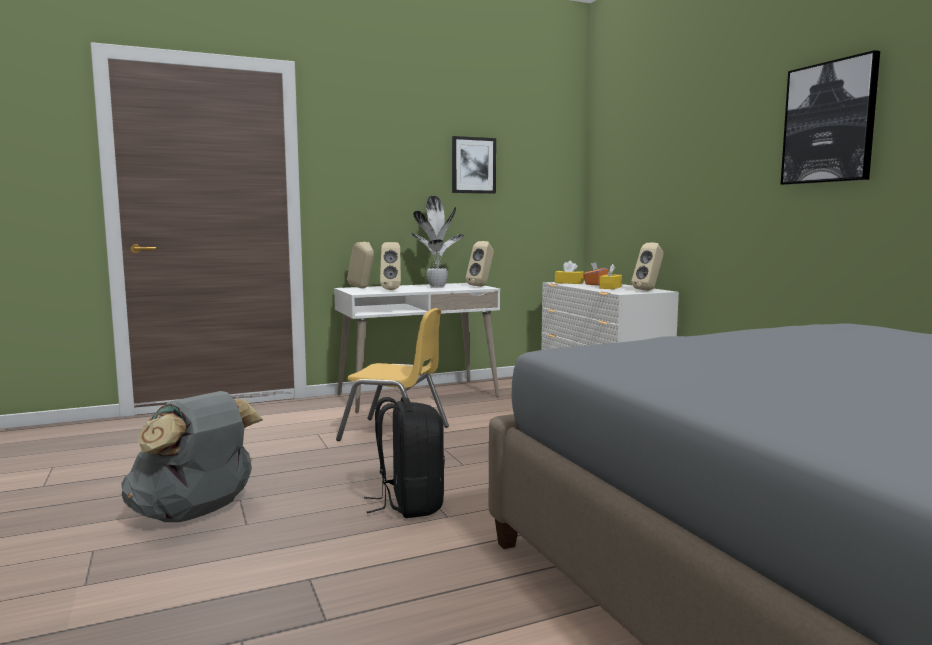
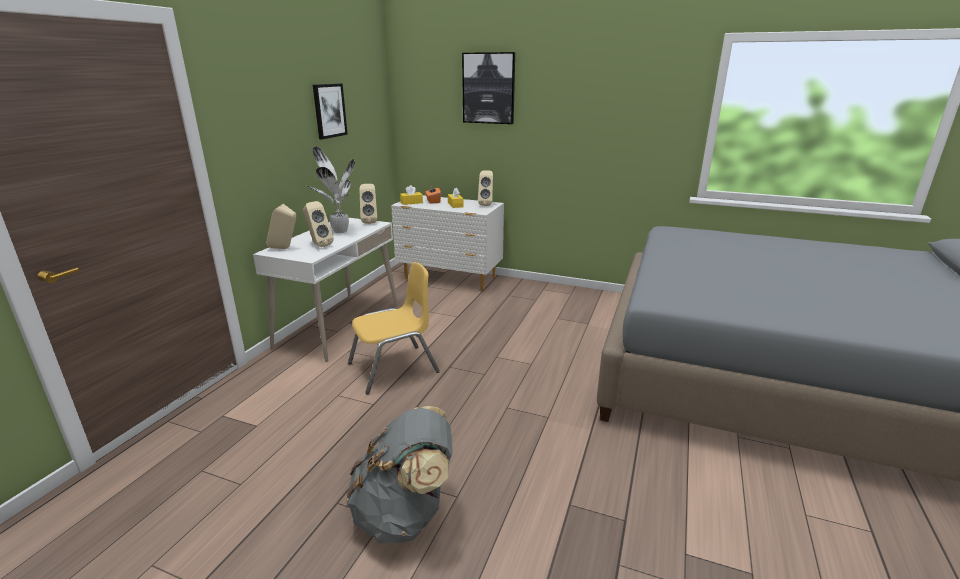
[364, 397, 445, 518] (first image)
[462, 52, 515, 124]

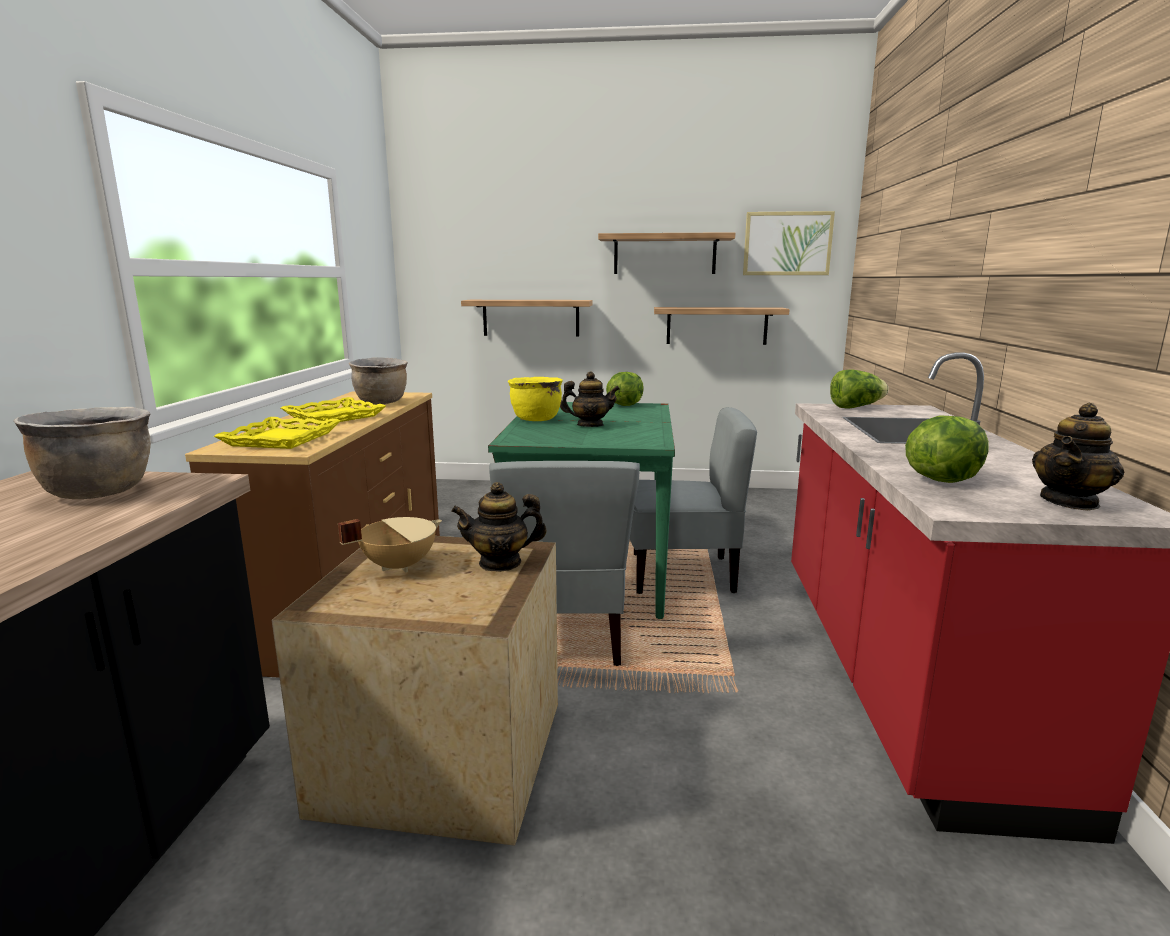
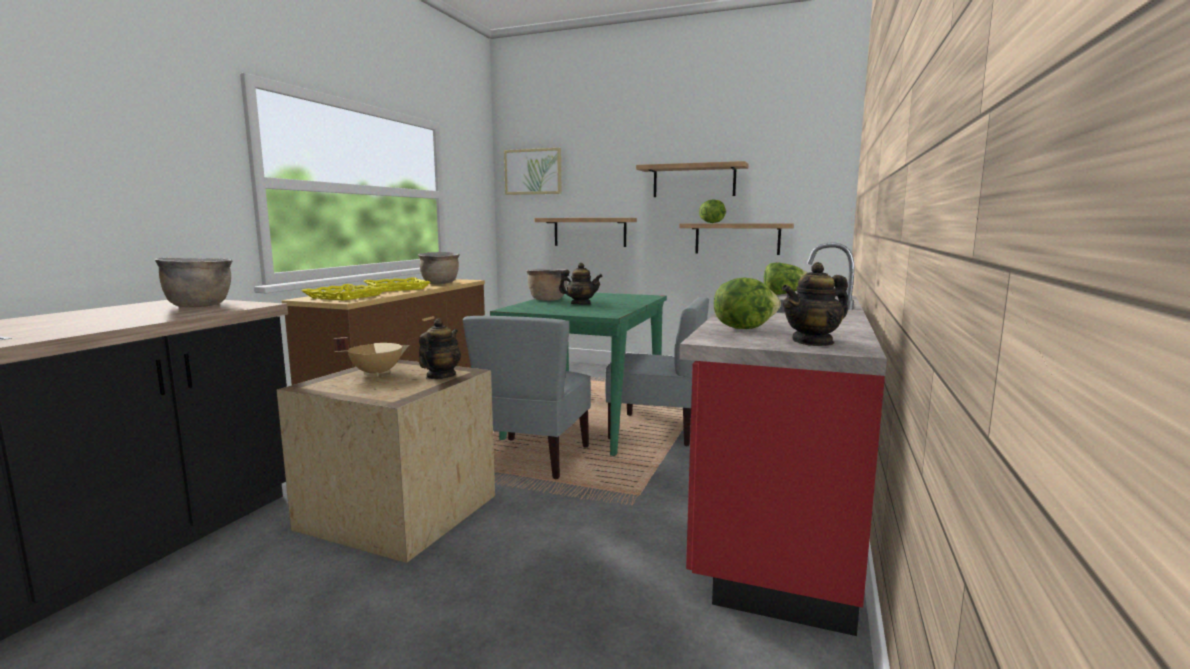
[699, 199, 726, 223]
[504, 148, 562, 195]
[526, 269, 567, 301]
[419, 318, 461, 379]

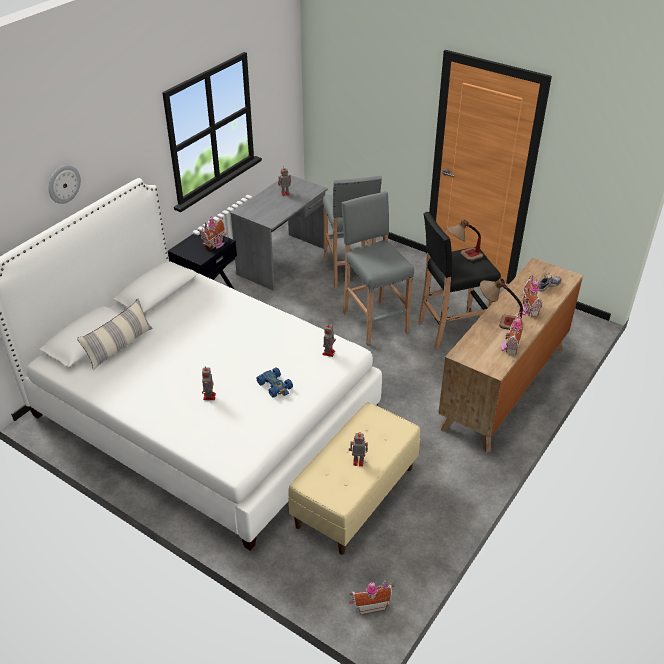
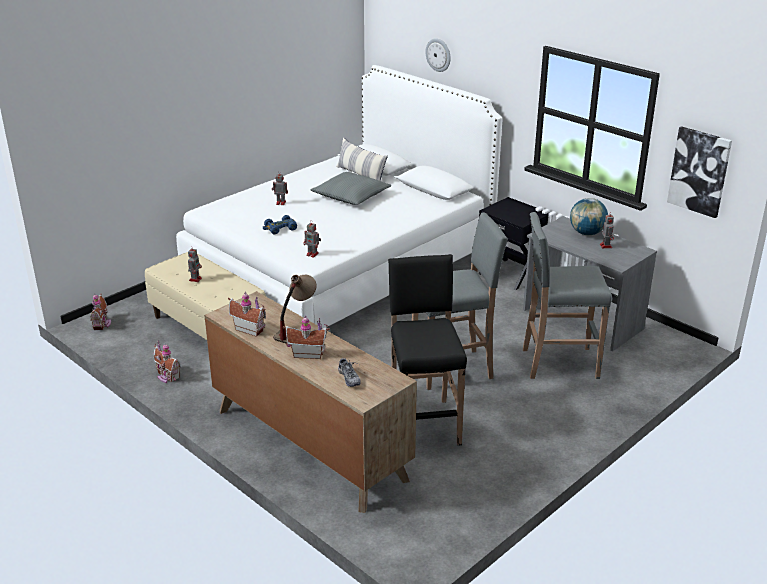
[447, 219, 483, 261] (first image)
[310, 172, 391, 205]
[570, 198, 608, 235]
[667, 126, 732, 218]
[154, 340, 181, 383]

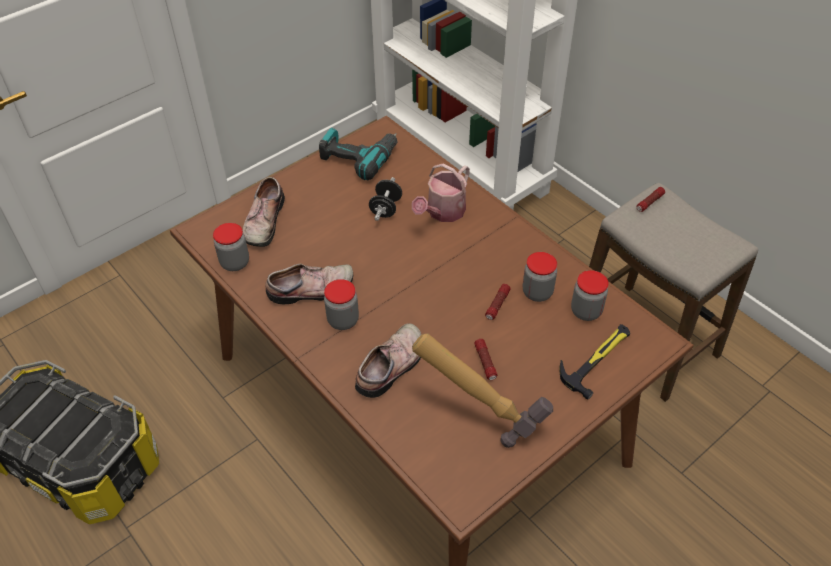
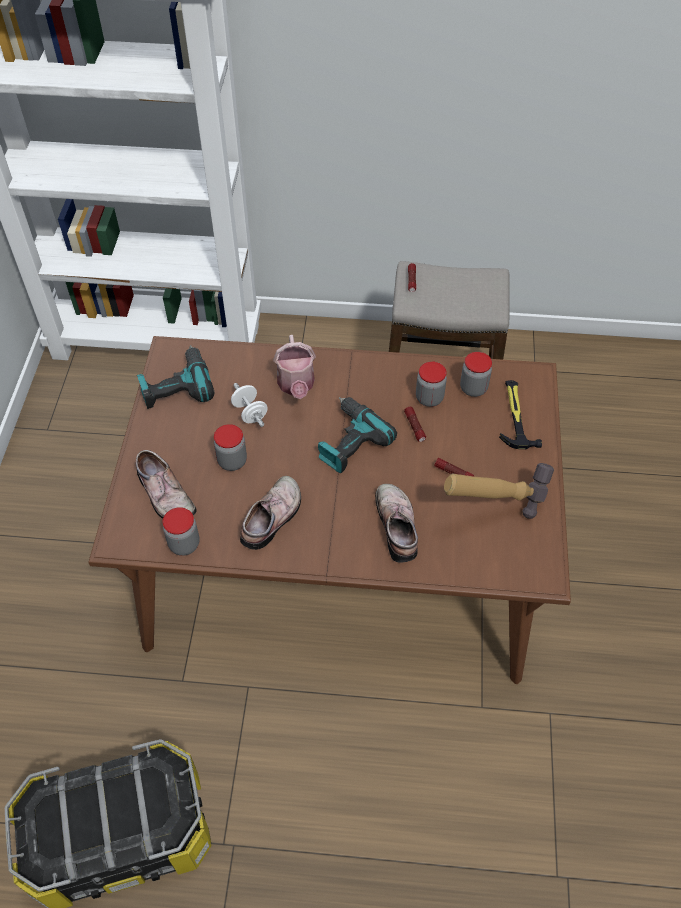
[318, 397, 397, 473]
[214, 424, 247, 471]
[231, 383, 268, 427]

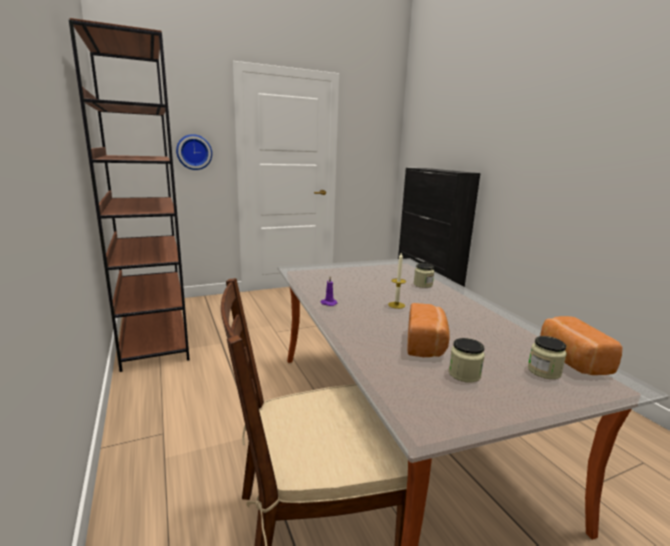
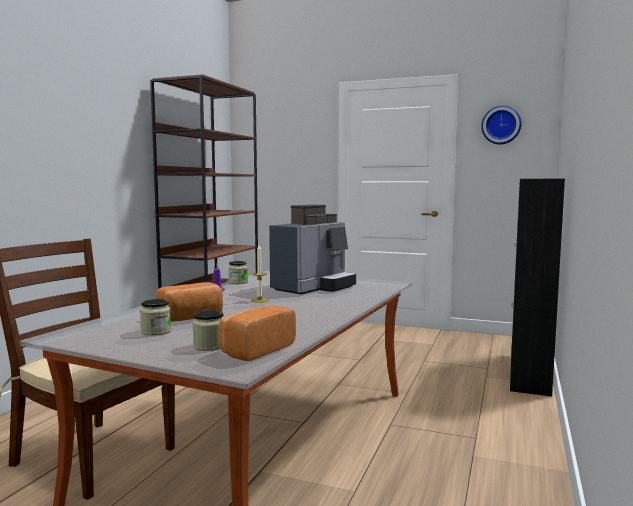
[269, 204, 356, 295]
[481, 106, 521, 144]
[228, 261, 248, 284]

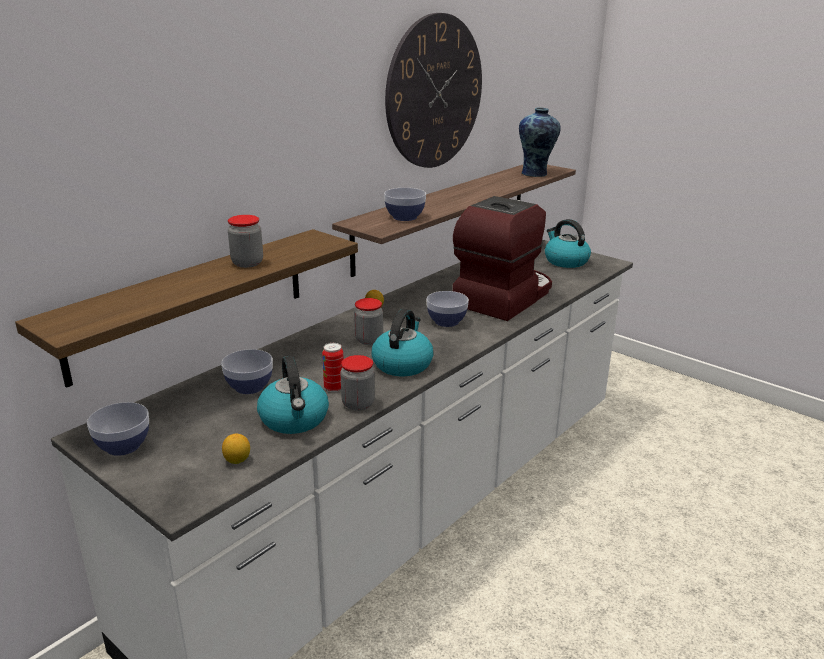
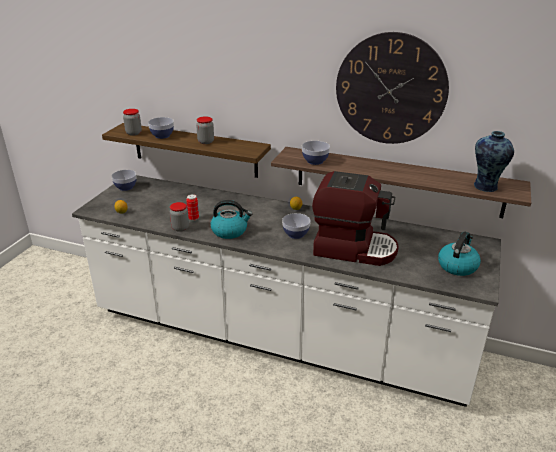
[257, 356, 329, 434] (first image)
[148, 117, 174, 139]
[123, 109, 142, 136]

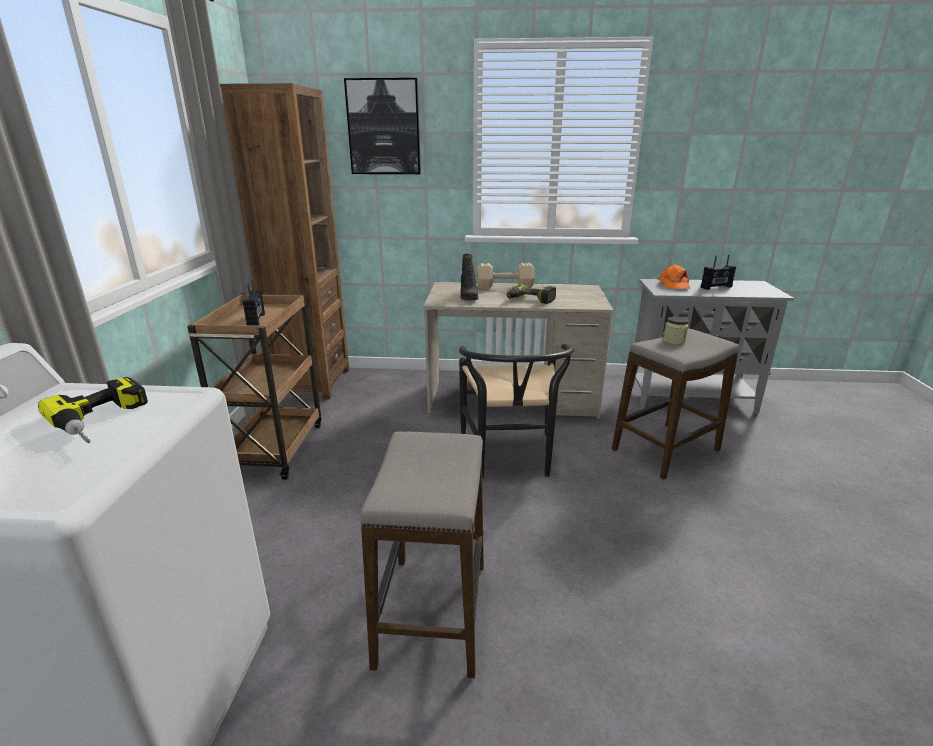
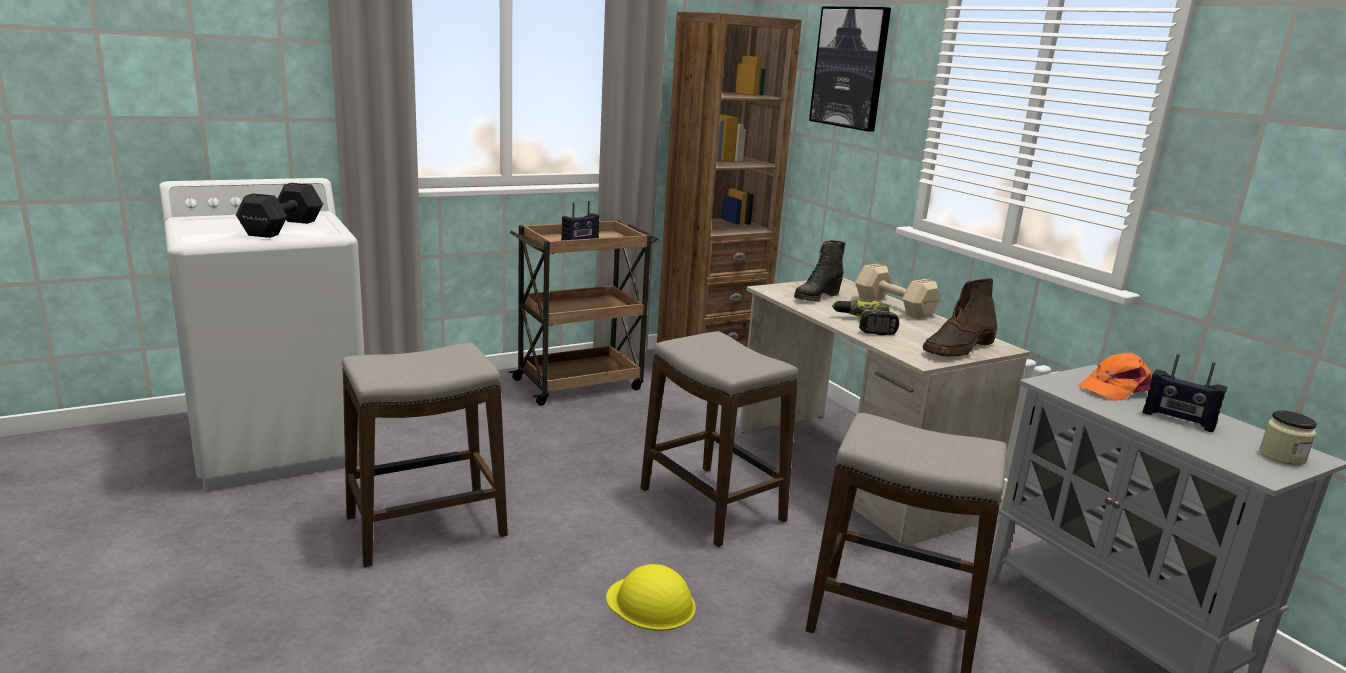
[606, 564, 696, 631]
[923, 278, 997, 357]
[1259, 410, 1317, 465]
[236, 183, 323, 238]
[640, 331, 798, 547]

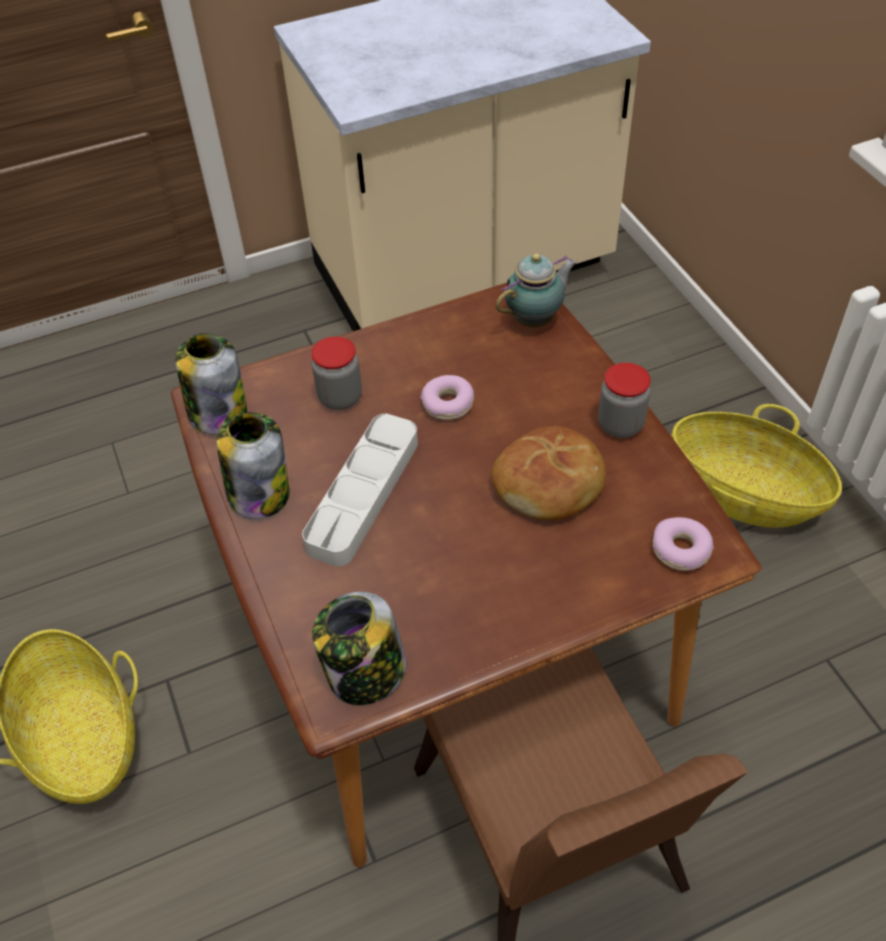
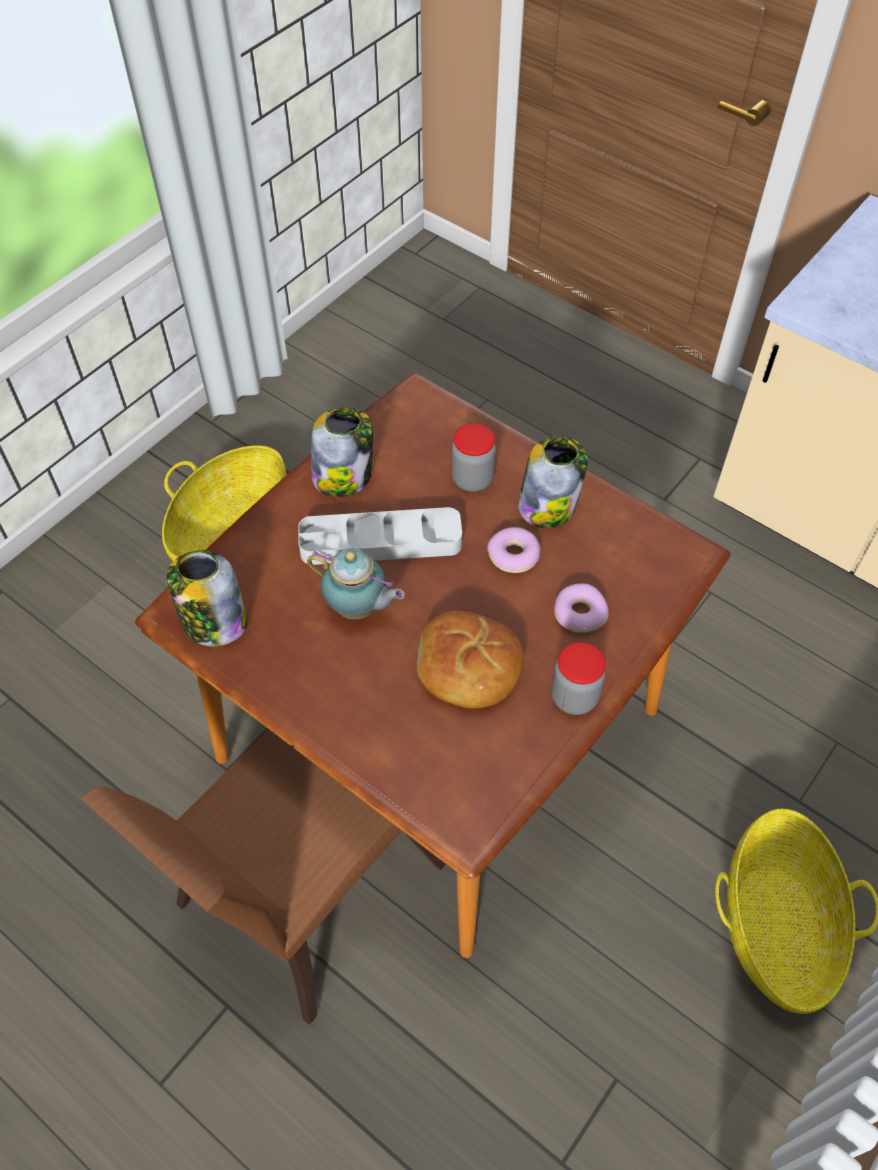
[518, 436, 588, 528]
[307, 548, 405, 619]
[554, 583, 609, 633]

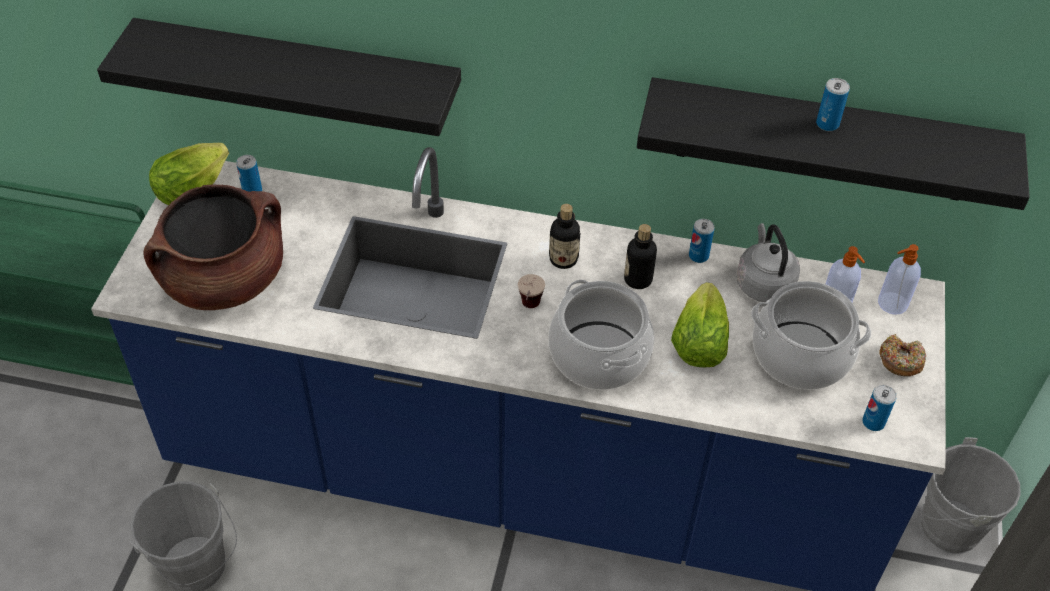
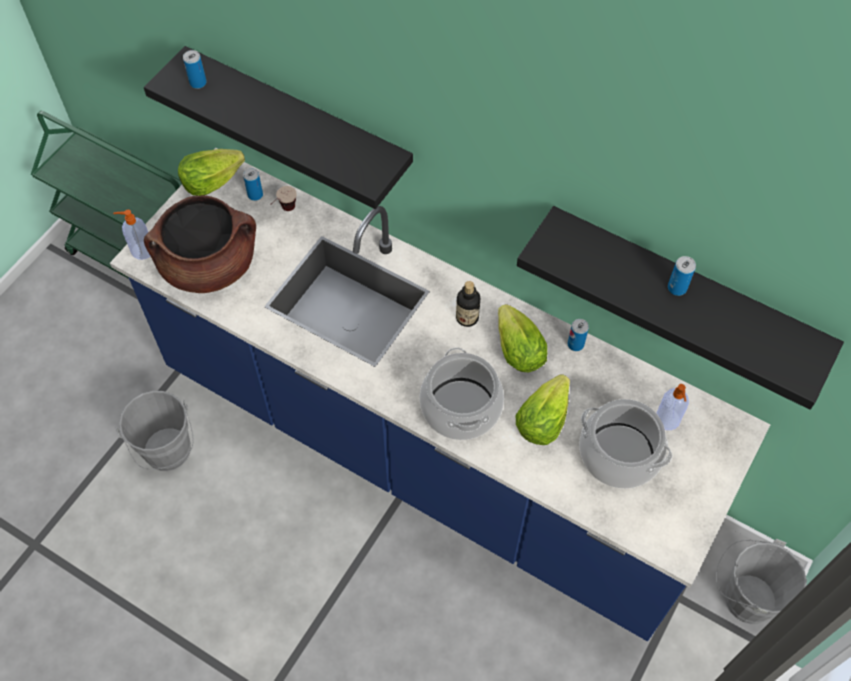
[736, 223, 800, 302] (first image)
[880, 334, 926, 376] (first image)
[270, 186, 297, 211]
[183, 50, 207, 89]
[113, 210, 150, 260]
[498, 304, 547, 372]

